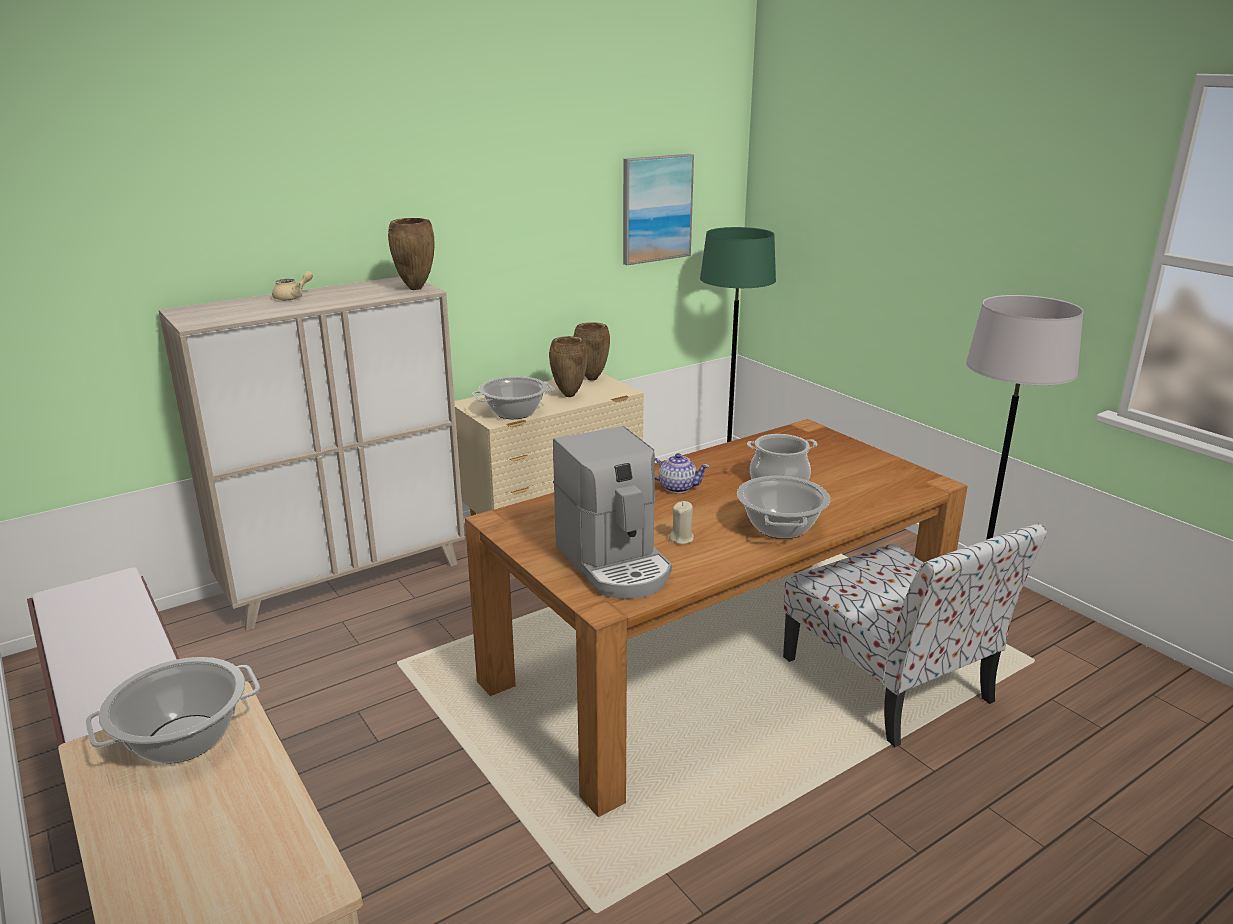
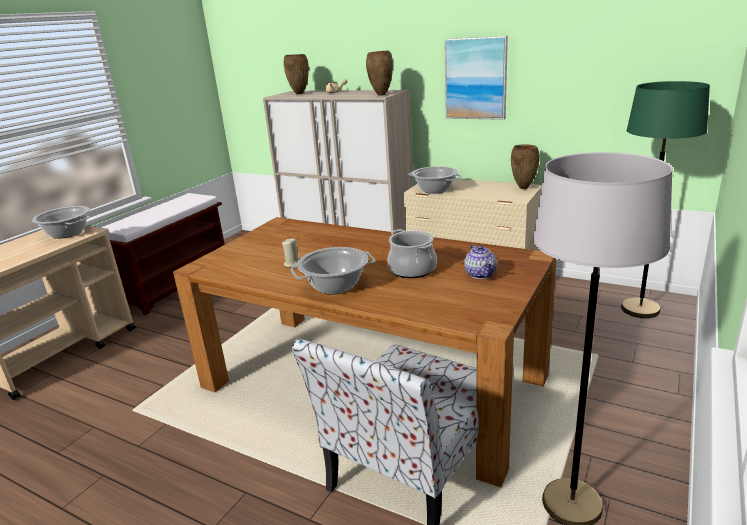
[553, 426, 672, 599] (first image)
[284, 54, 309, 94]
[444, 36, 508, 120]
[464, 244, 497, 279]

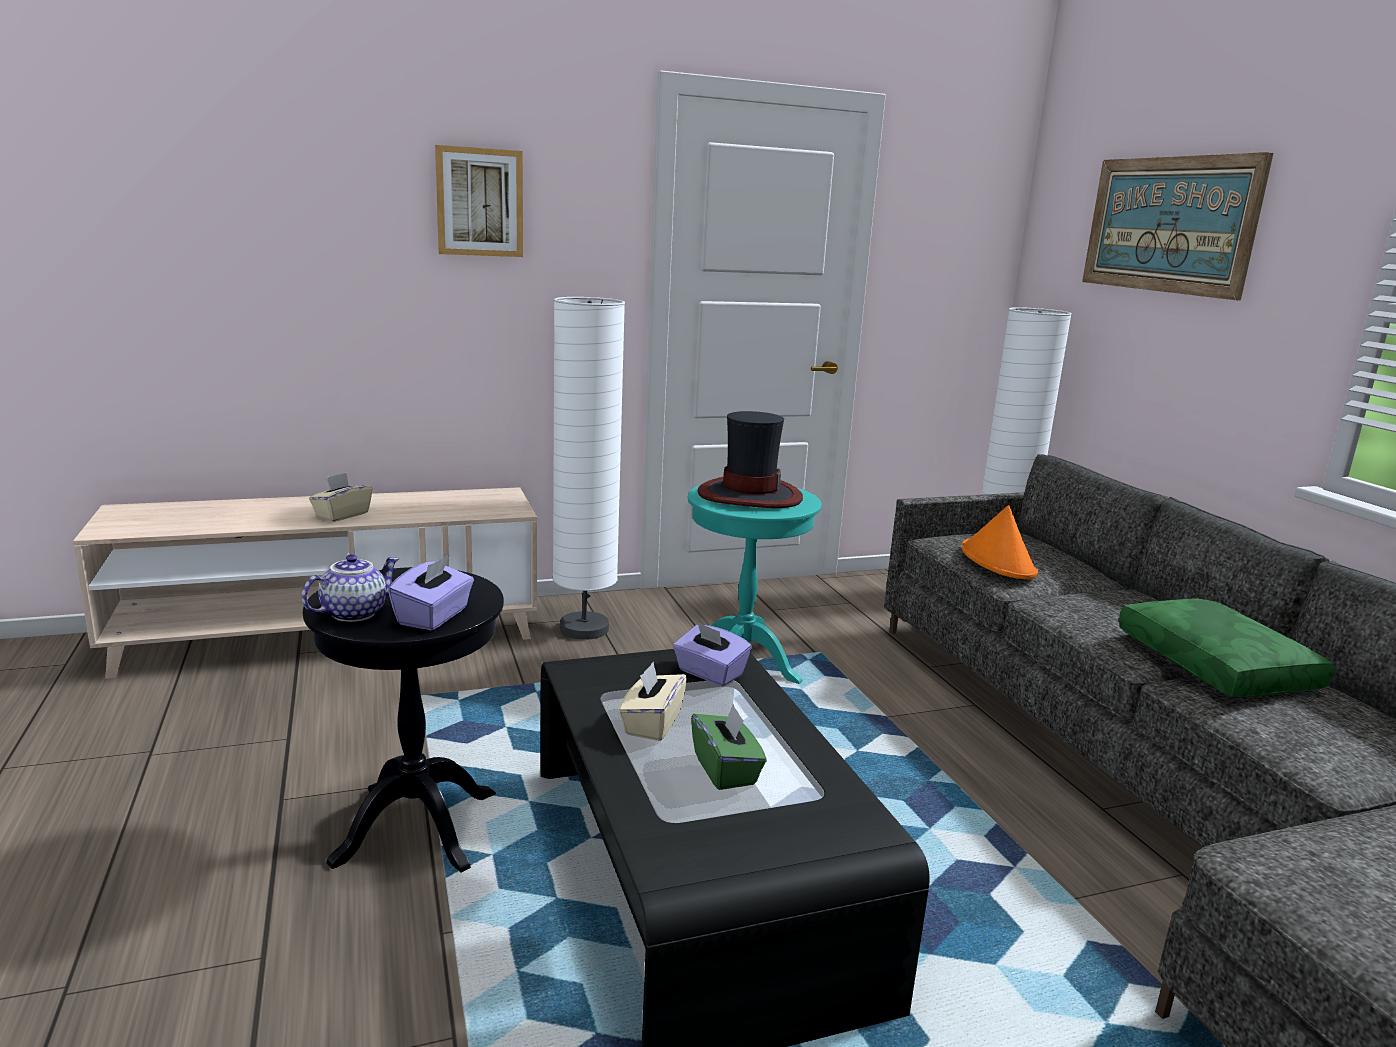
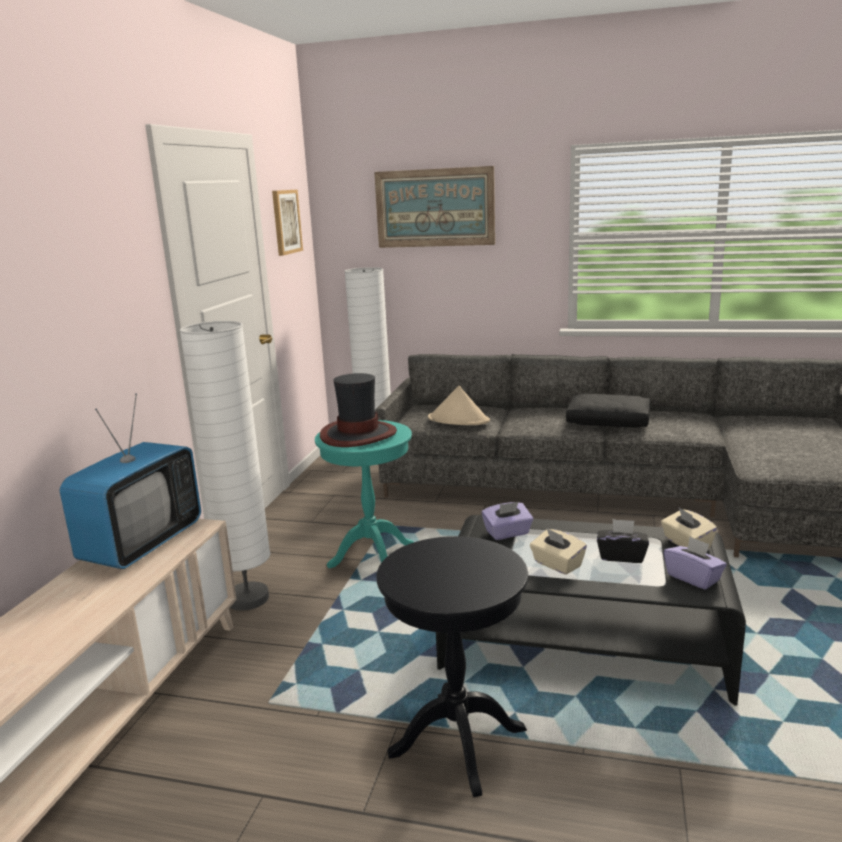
[302, 554, 399, 622] (first image)
[60, 393, 201, 569]
[661, 508, 717, 549]
[664, 537, 727, 590]
[272, 190, 303, 256]
[597, 519, 649, 563]
[428, 386, 490, 425]
[566, 394, 651, 427]

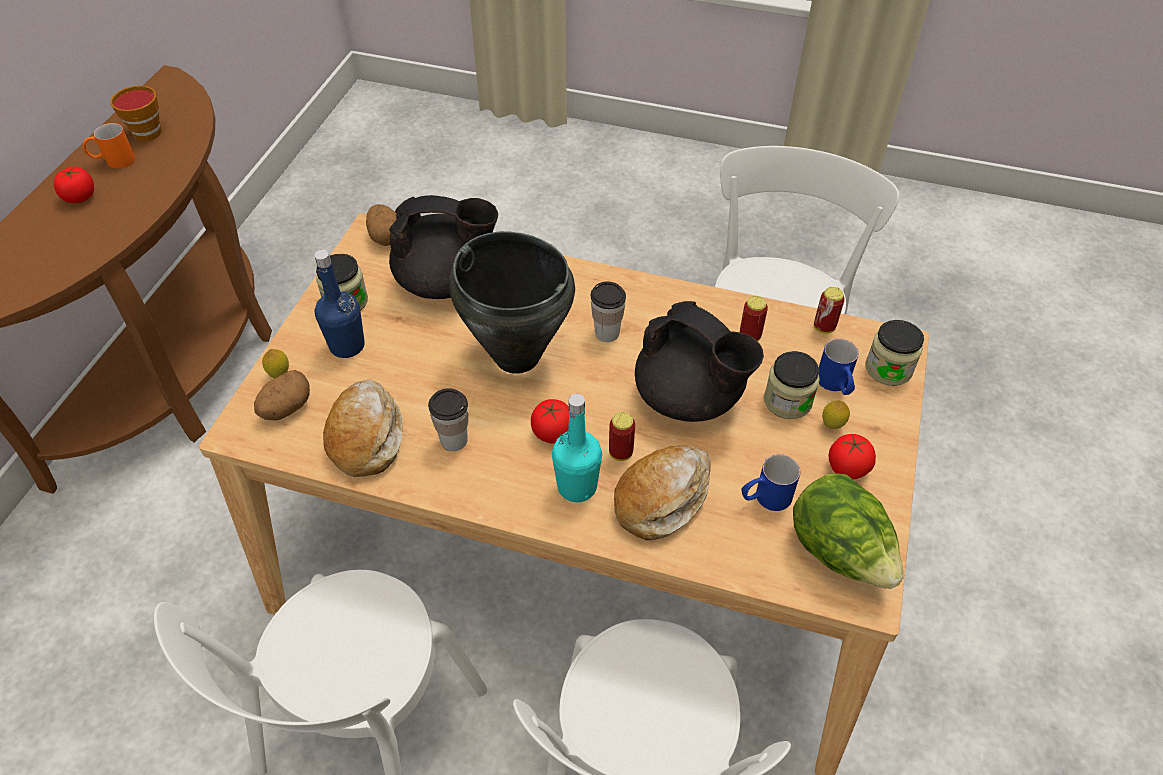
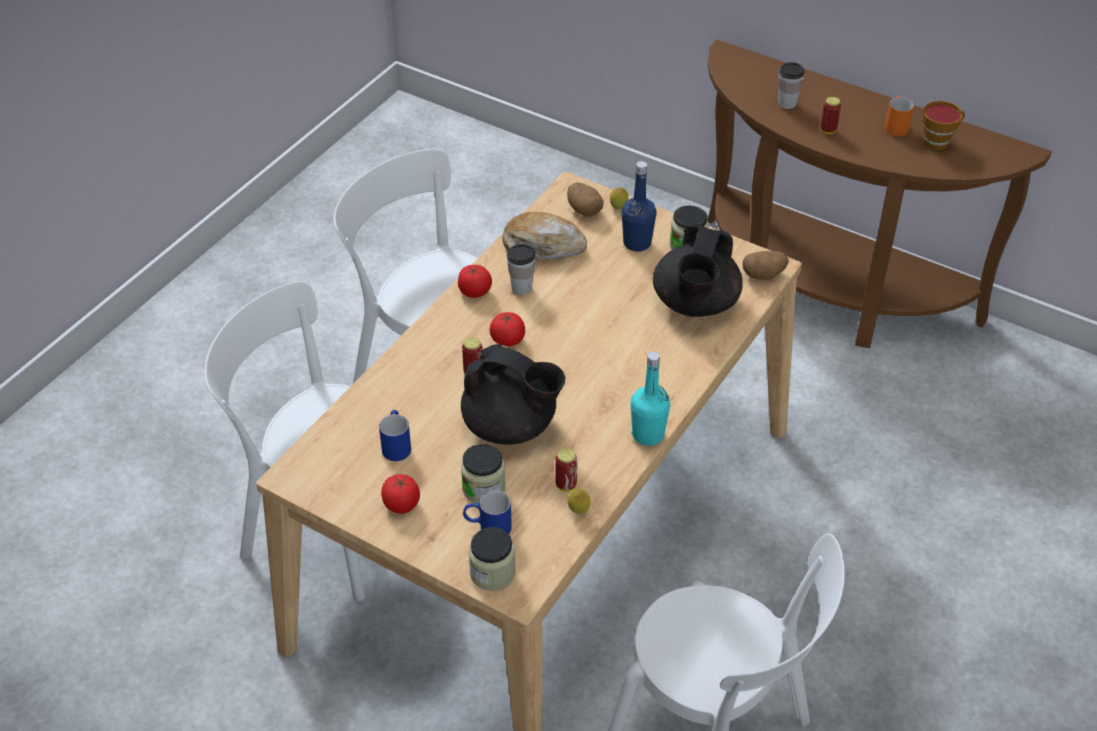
[449, 231, 575, 374] (first image)
[614, 446, 711, 540] (first image)
[793, 473, 904, 589] (first image)
[458, 265, 492, 298]
[631, 351, 670, 446]
[778, 62, 805, 109]
[820, 97, 841, 134]
[568, 489, 590, 514]
[461, 344, 566, 444]

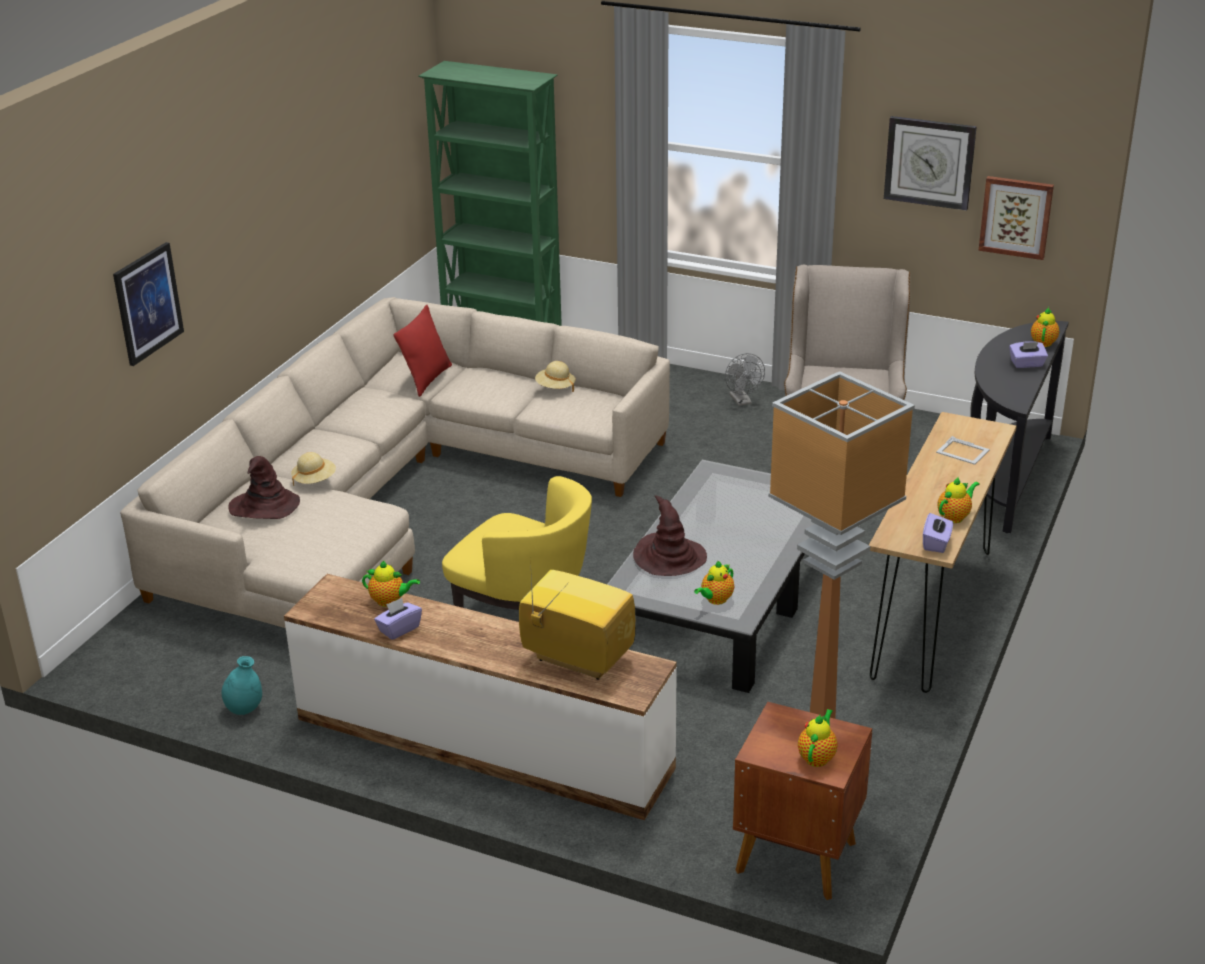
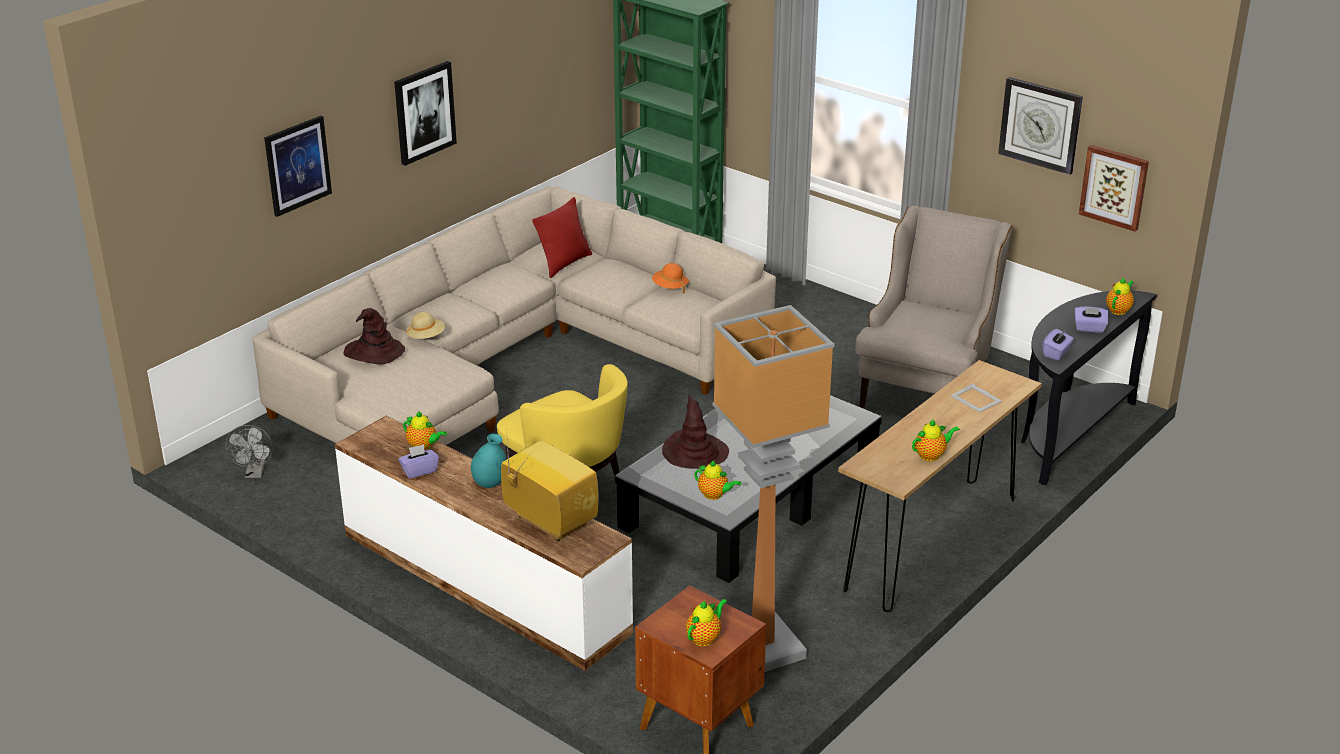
[394, 61, 457, 166]
[471, 434, 507, 488]
[225, 425, 273, 478]
[1043, 329, 1074, 360]
[652, 263, 689, 293]
[694, 461, 741, 500]

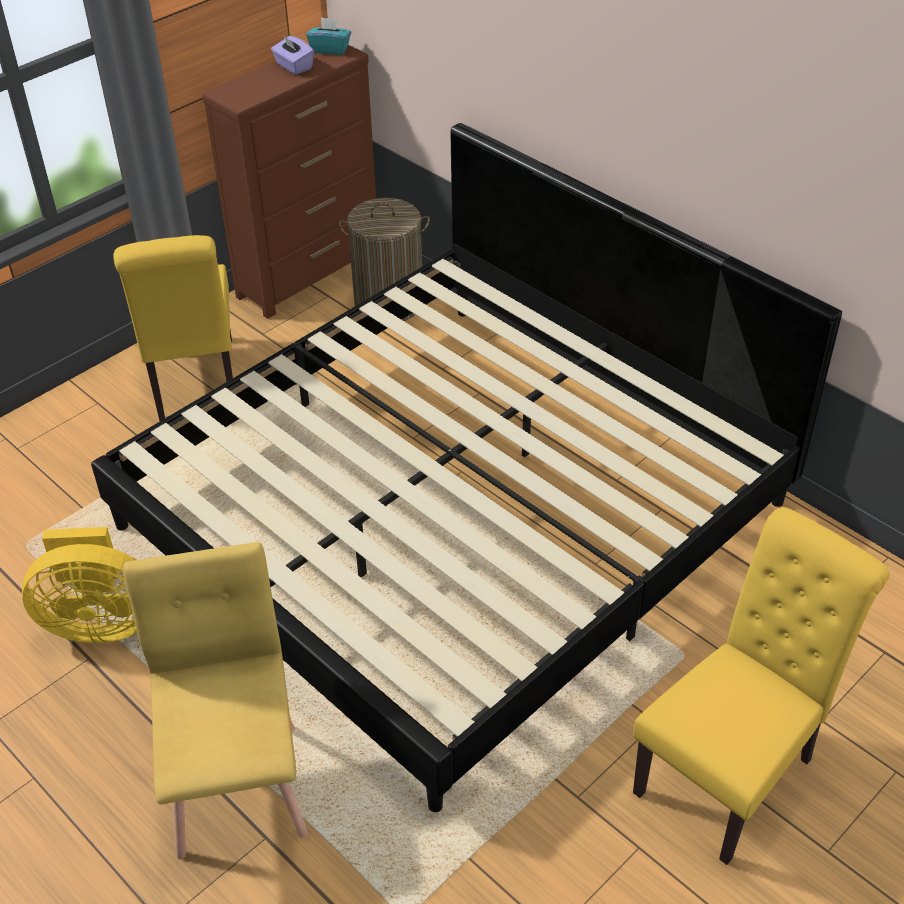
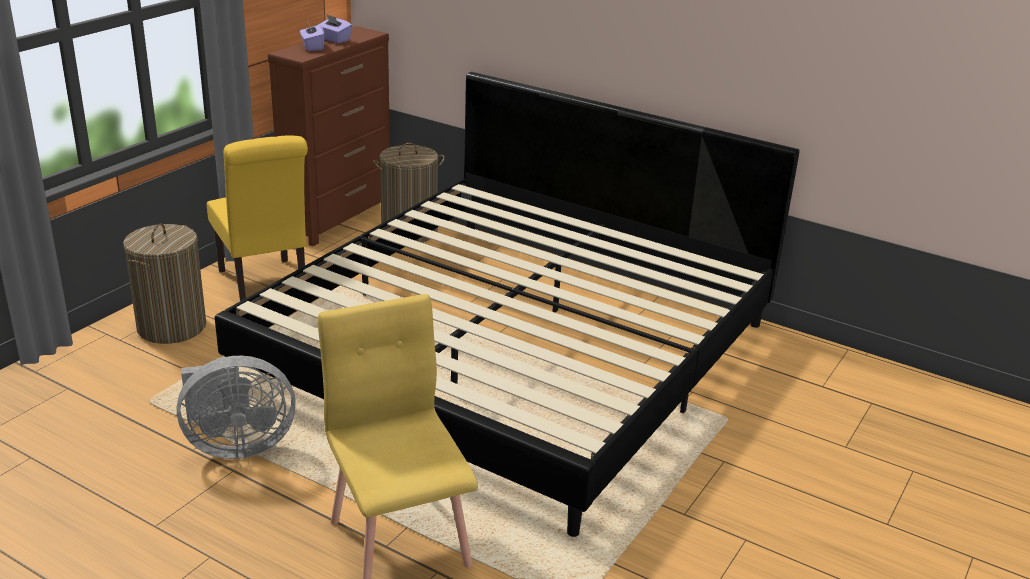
[306, 17, 351, 55] (first image)
[633, 507, 890, 865] (first image)
[123, 223, 206, 344]
[300, 22, 325, 51]
[177, 356, 296, 459]

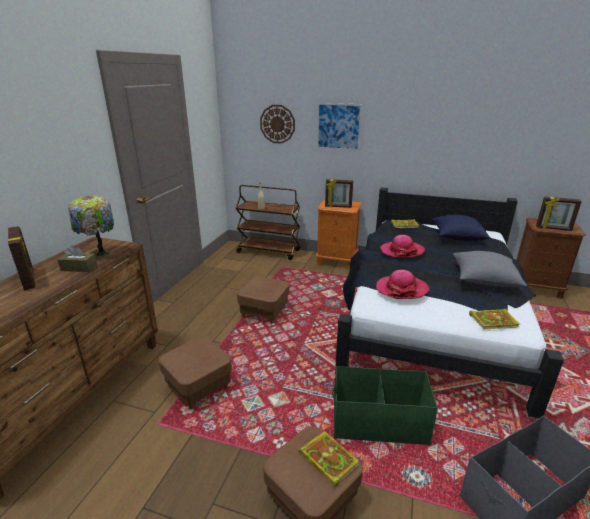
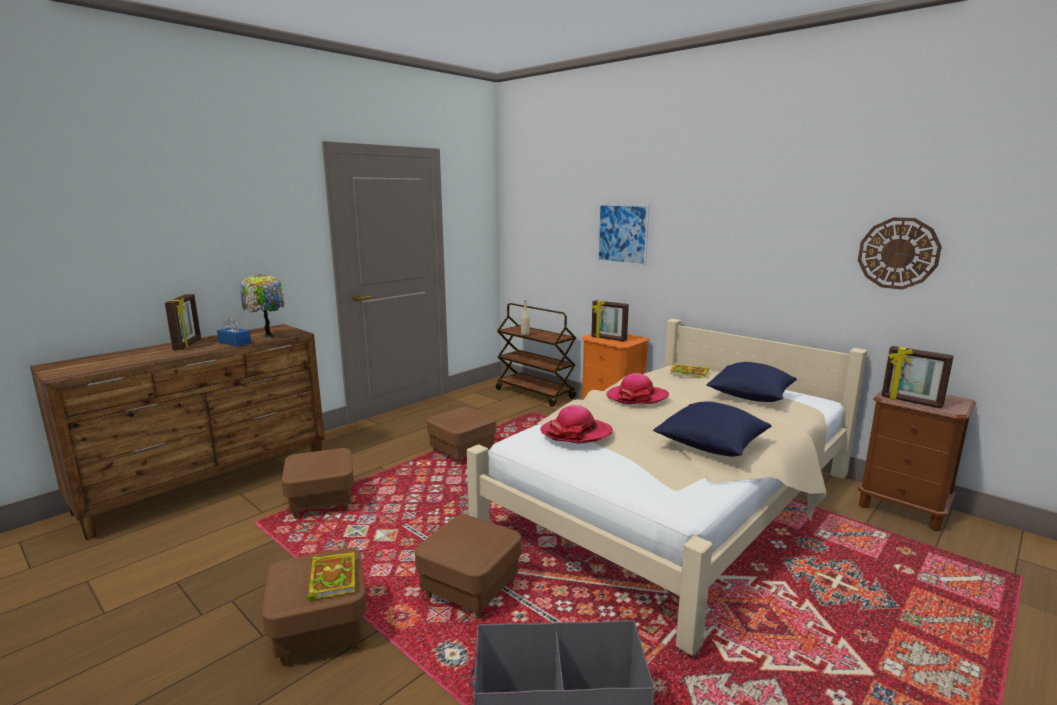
[469, 308, 520, 329] (first image)
[858, 217, 942, 290]
[415, 515, 521, 619]
[217, 318, 251, 347]
[467, 319, 867, 656]
[653, 401, 772, 457]

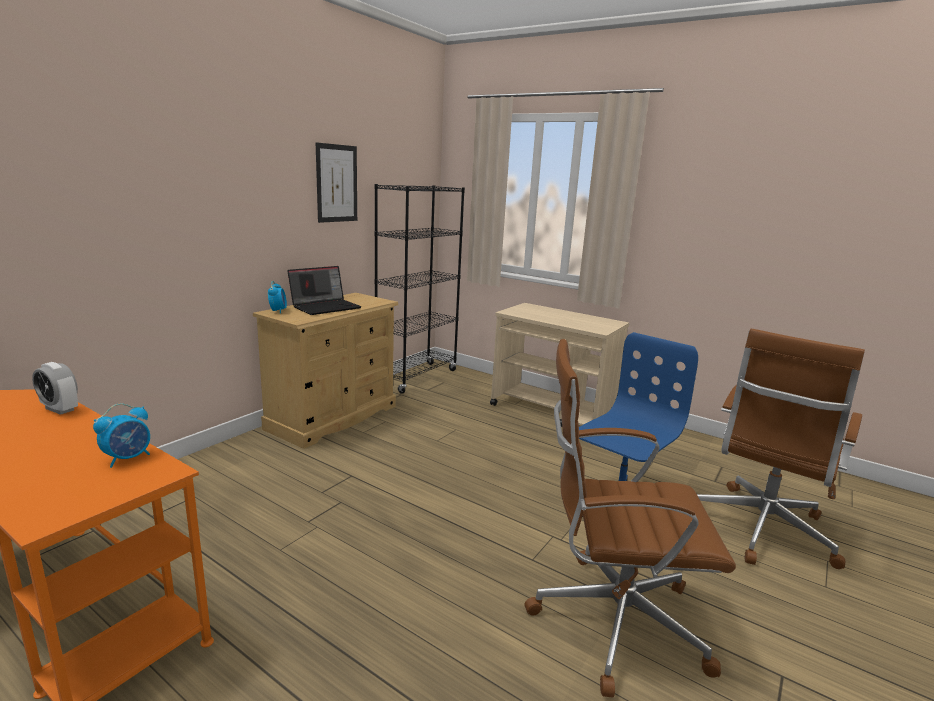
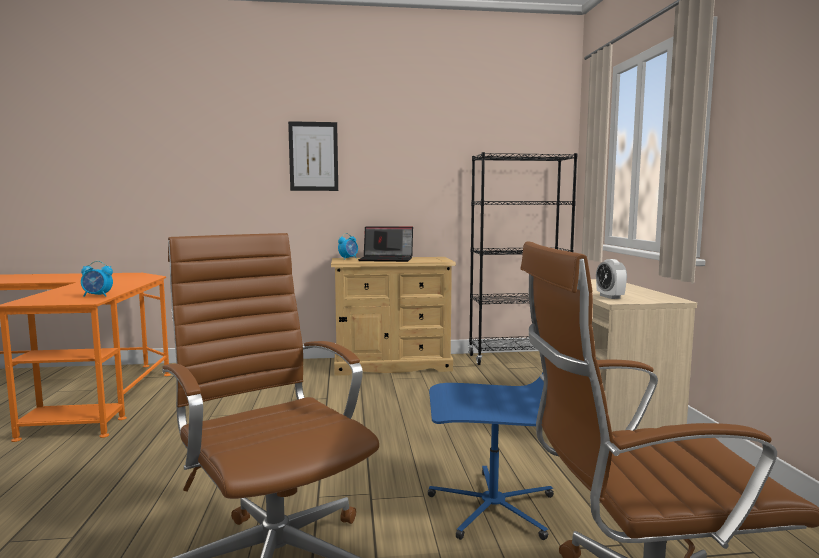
[596, 259, 627, 299]
[288, 121, 338, 191]

